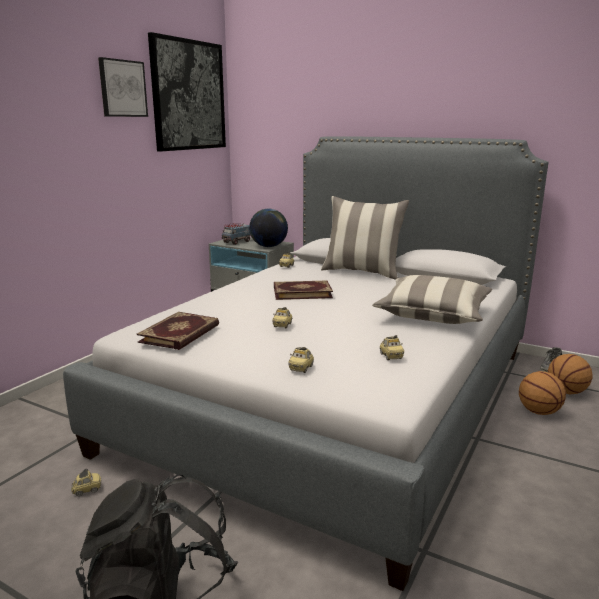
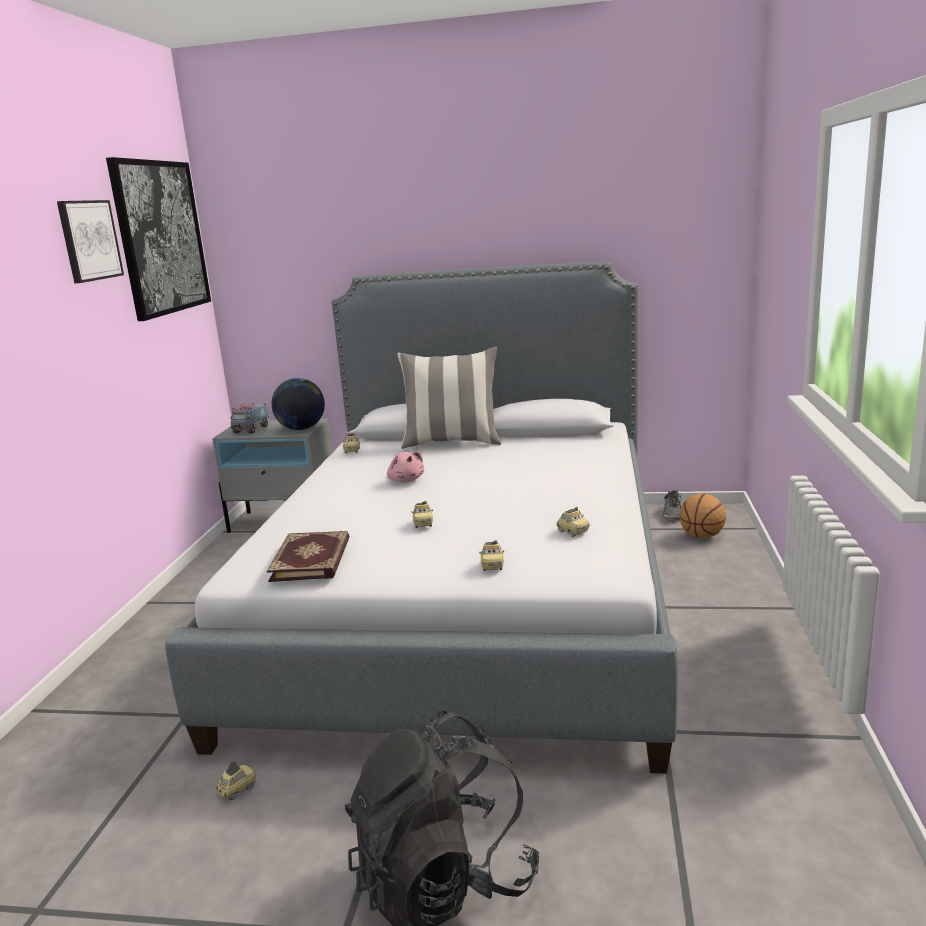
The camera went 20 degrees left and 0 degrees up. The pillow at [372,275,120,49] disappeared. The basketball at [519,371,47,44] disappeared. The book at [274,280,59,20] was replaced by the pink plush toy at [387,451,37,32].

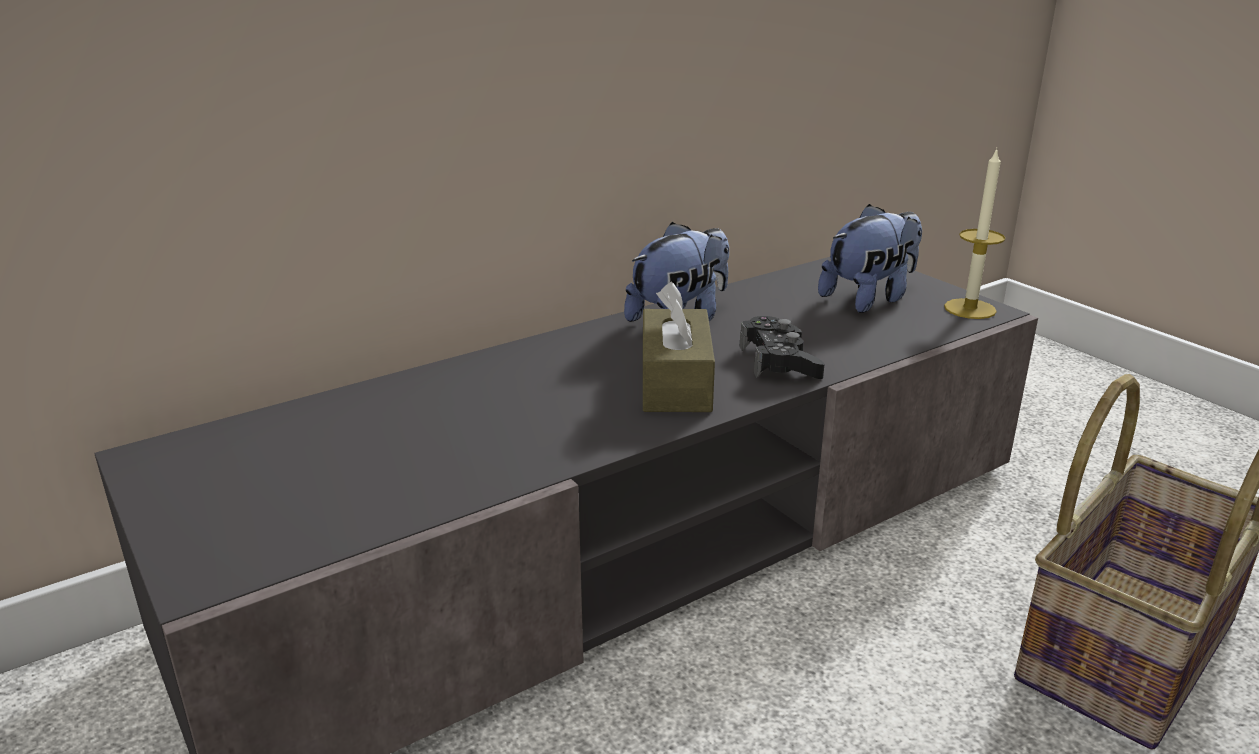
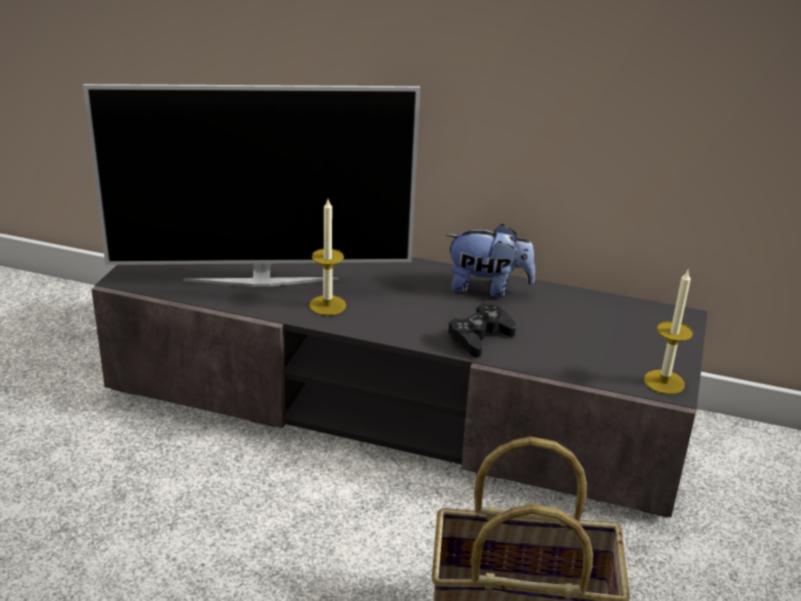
The camera went 50 degrees right and 5 degrees up. The brown tissue box at [643,282,72,130] disappeared. The plush toy at [818,204,104,109] disappeared. The television at [83,84,337,203] appeared. The candle at [309,199,37,117] appeared.

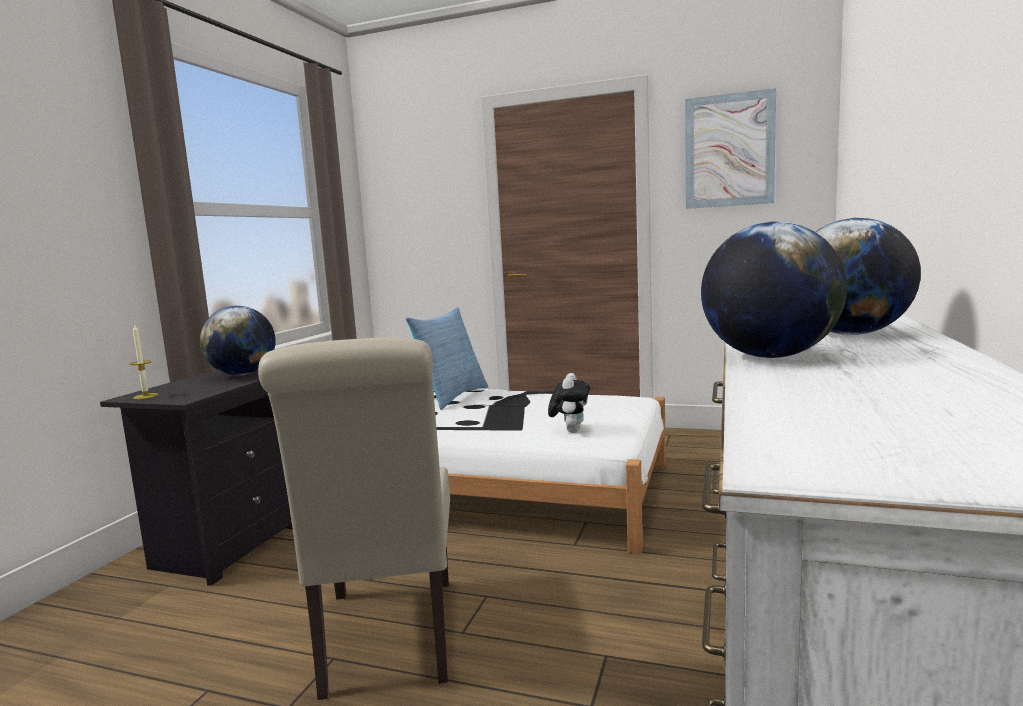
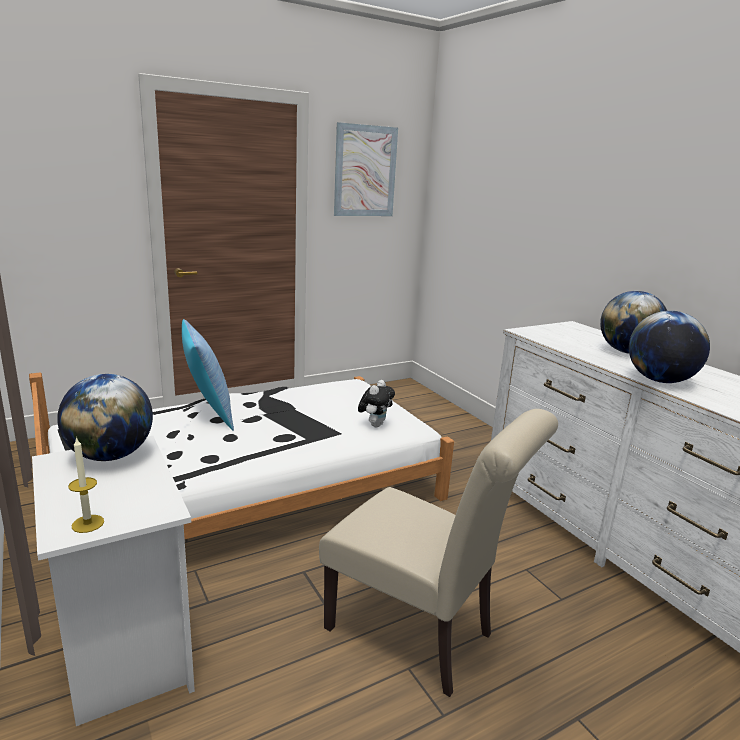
The camera went 50 degrees left and 10 degrees up. The black nightstand at [100,370,193,216] became the white nightstand at [32,436,163,290]. The plush toy at [548,373,42,60] turned 60 degrees clockwise.

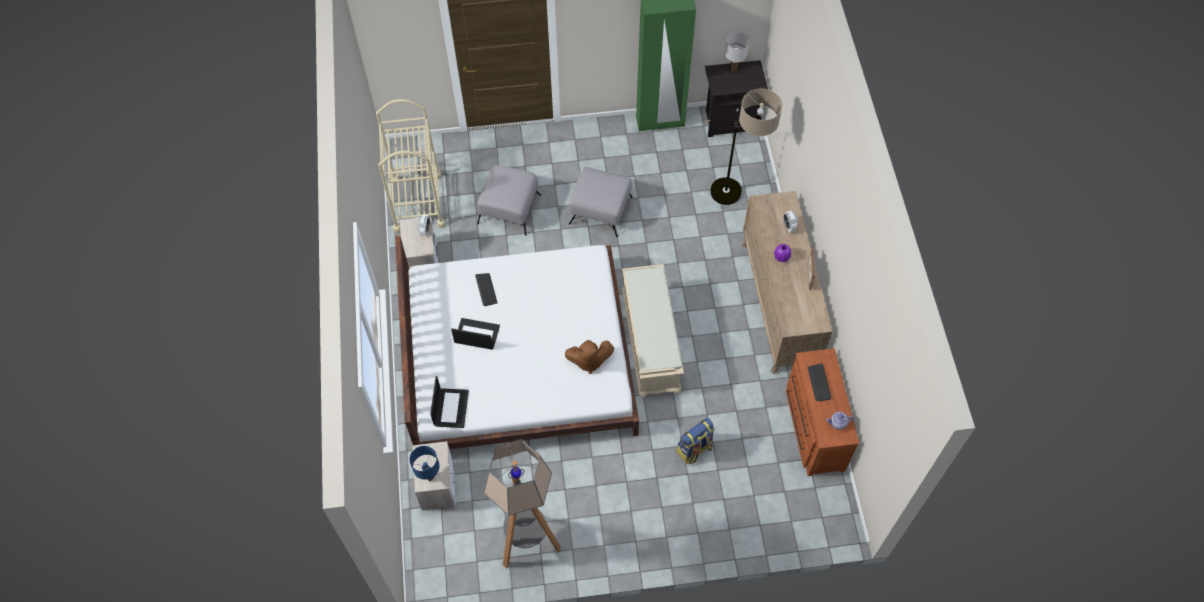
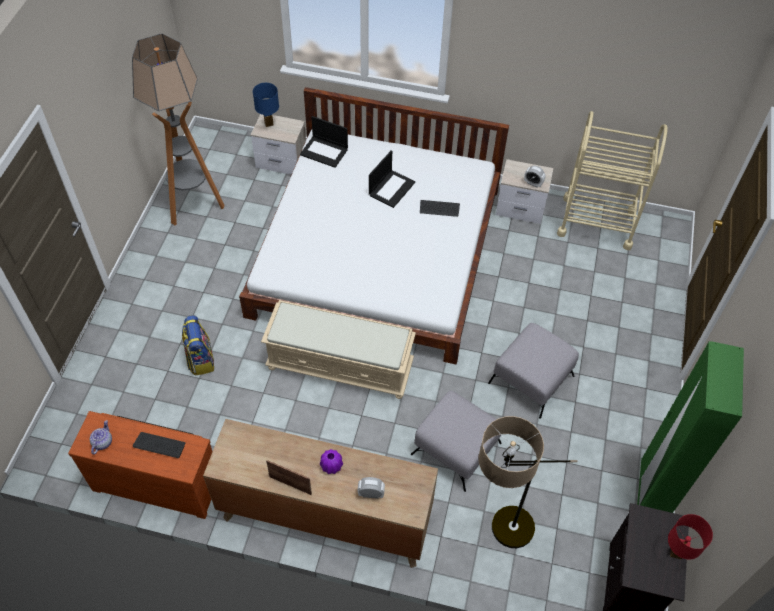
The camera went 110 degrees right and 5 degrees down. The brown plush toy at [565,340,49,34] disappeared. The grey ottoman moved from [477,165,64,71] to [411,391,91,101]. The white table lamp at [725,32,24,39] became the red table lamp at [668,514,45,46].

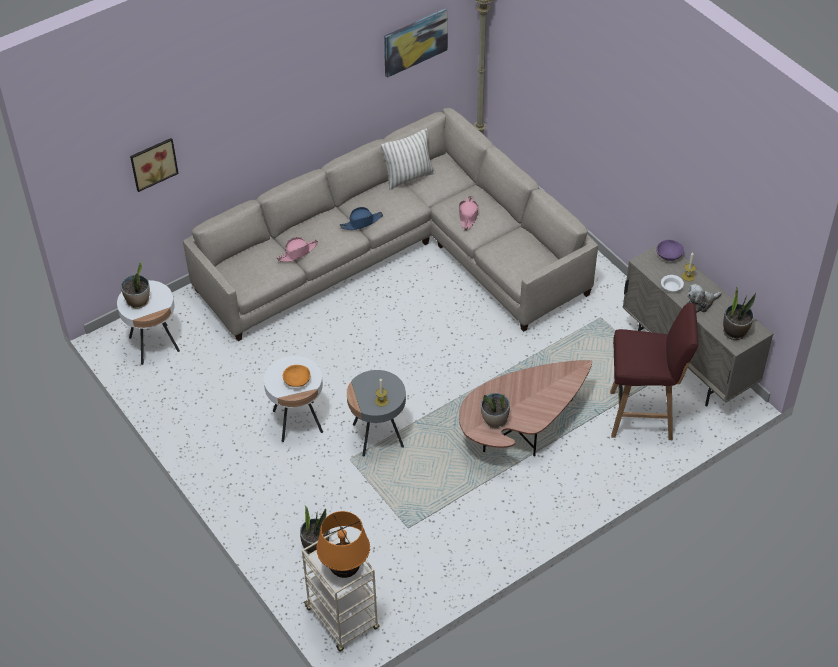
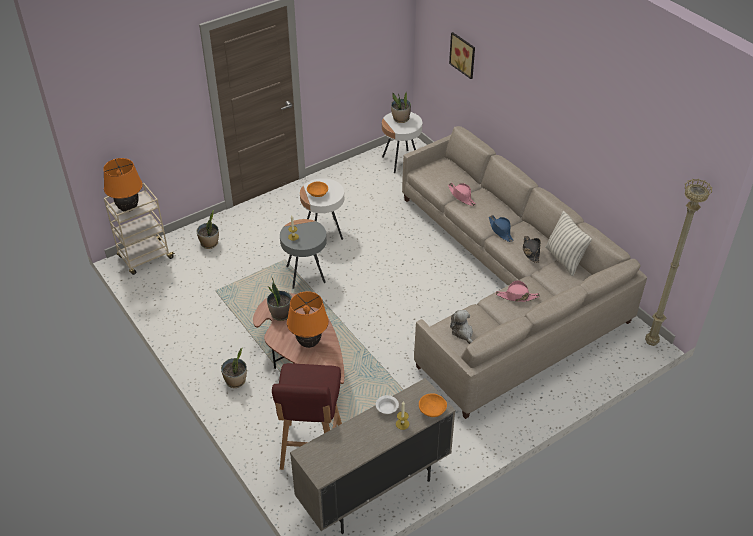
The camera went 90 degrees right and 5 degrees down. The picture at [384,9,64,69] disappeared. The orange table lamp at [287,291,42,57] appeared. The black hat at [523,236,18,27] appeared. The plush toy moved from [687,284,35,29] to [450,310,23,34]. The potted plant moved from [723,286,33,54] to [221,348,26,40]. The purple bowl at [656,240,28,21] became the orange bowl at [419,393,28,24].

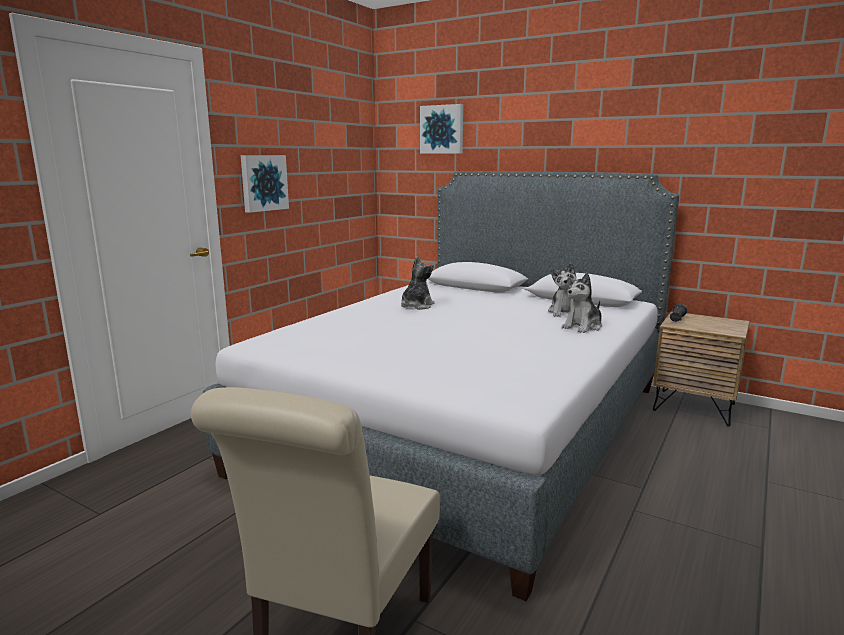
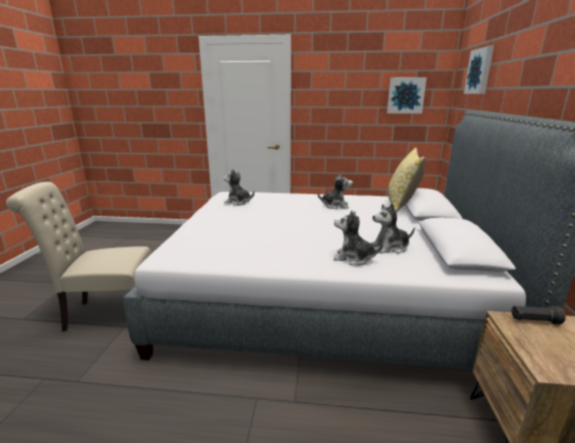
The camera went 65 degrees right and 5 degrees up. The plush toy at [224,169,30,36] appeared. The pillow at [388,147,37,66] appeared. The picture moved from [241,155,48,58] to [387,77,40,37].

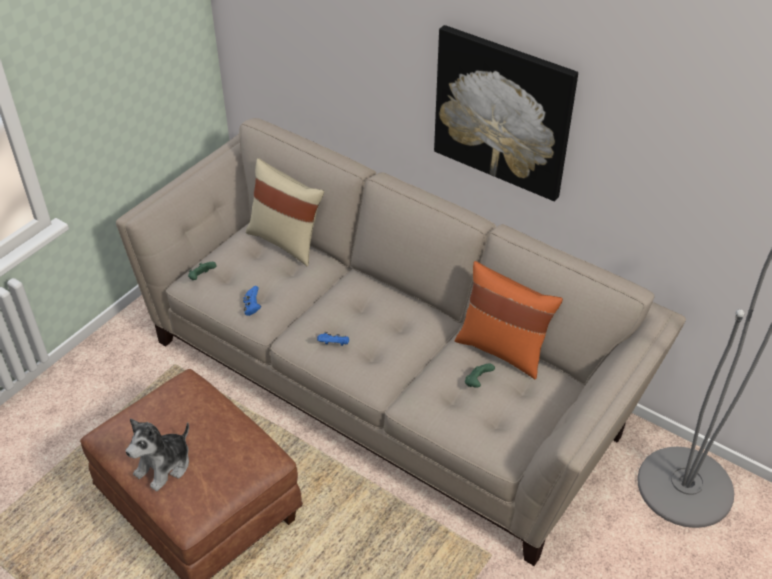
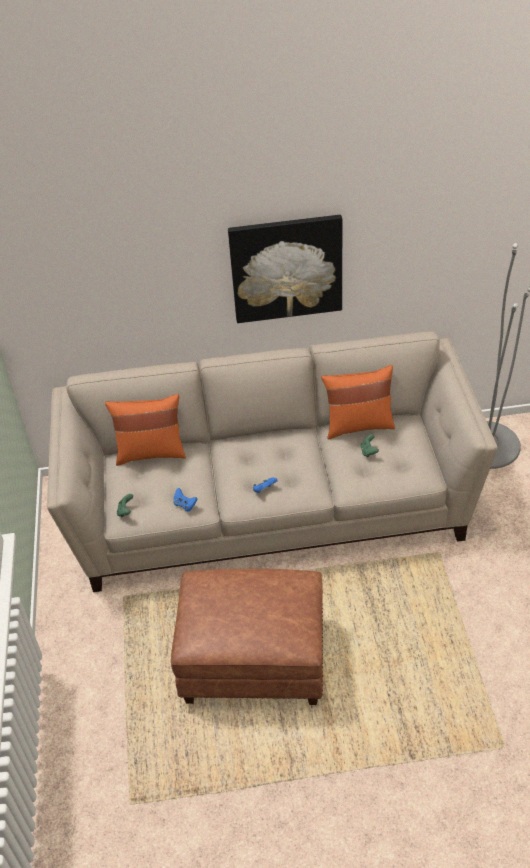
The camera went 40 degrees left and 0 degrees up. The plush toy at [126,419,63,72] disappeared. The beige pillow at [246,158,78,108] became the orange pillow at [105,394,81,72].

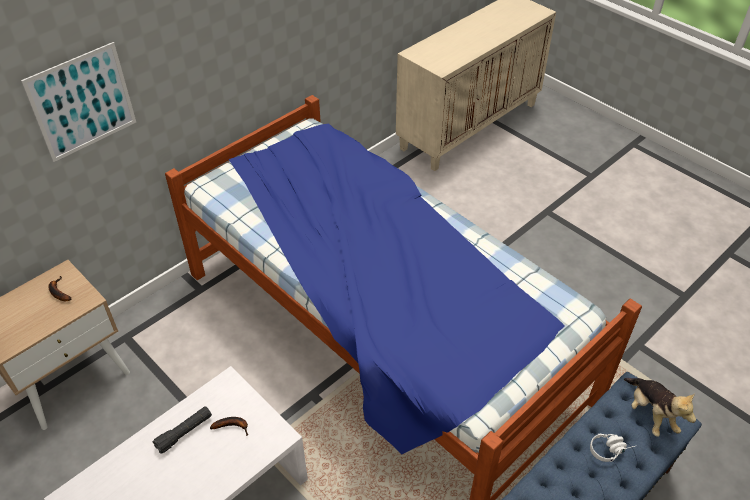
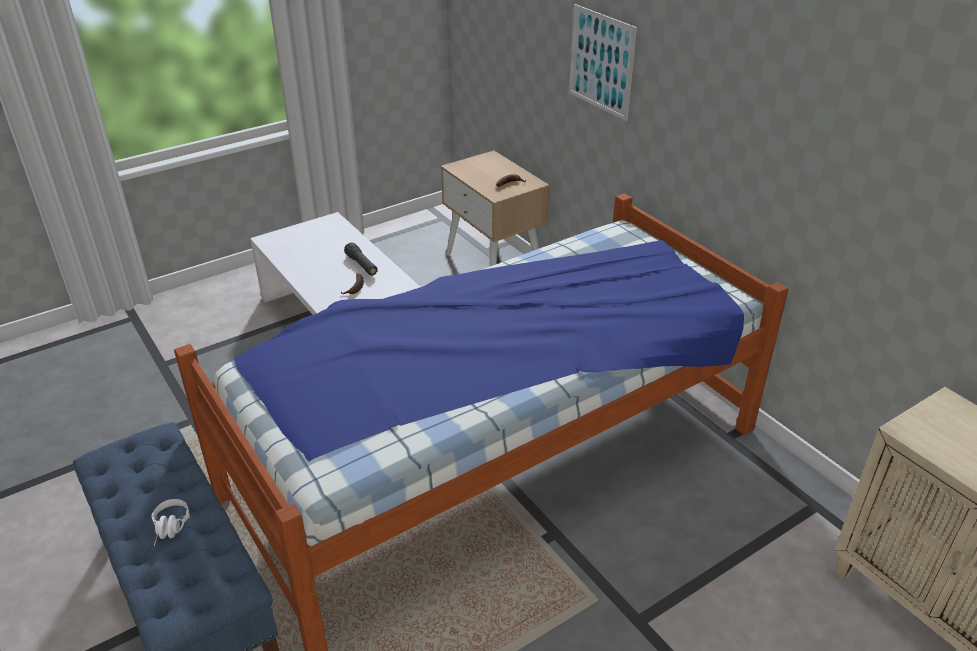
The camera went 100 degrees right and 10 degrees down. The plush toy at [624,378,72,59] disappeared.

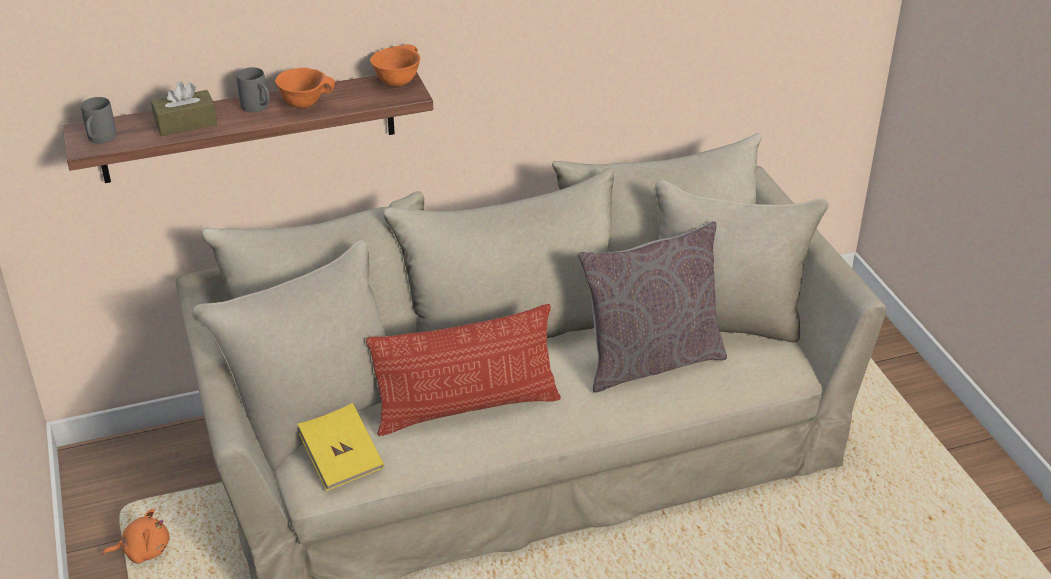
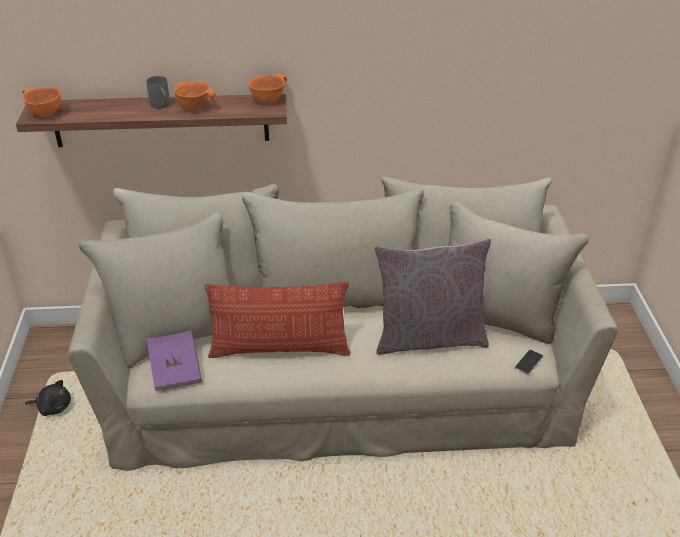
The camera went 15 degrees right and 0 degrees up. The brown tissue box at [151,81,66,55] disappeared. The phone at [515,350,29,25] appeared. The grey mug at [81,97,36,47] was replaced by the orange bowl at [22,87,39,30]. The orange plush toy at [102,509,67,55] became the black plush toy at [25,380,46,36]. The yellow book at [298,403,86,88] became the purple book at [147,330,55,61].

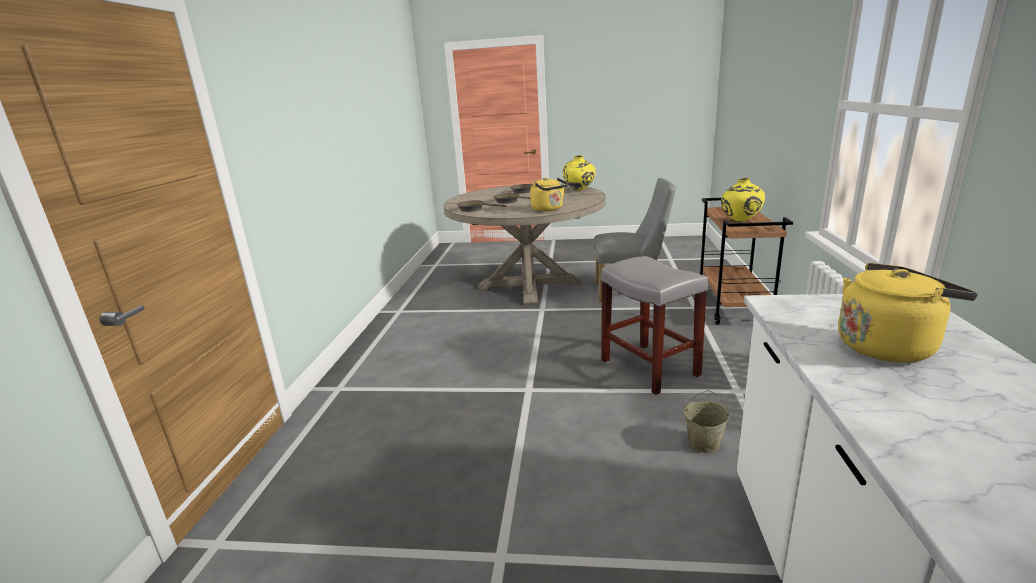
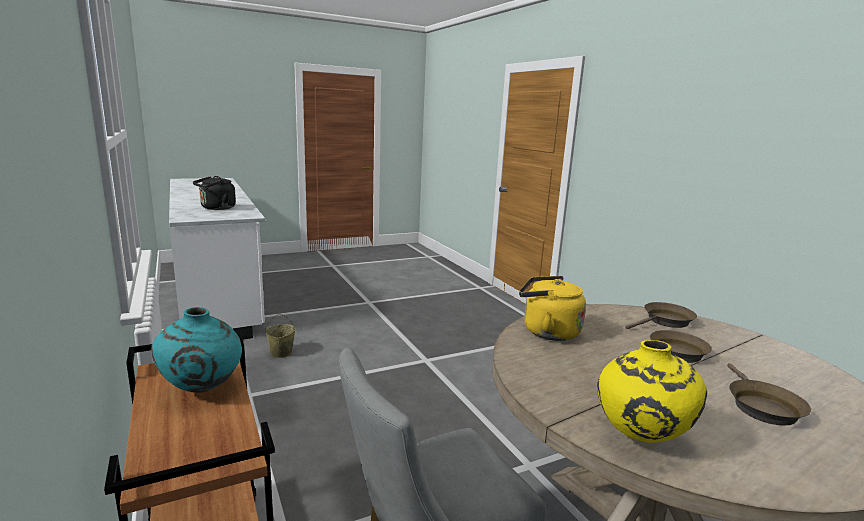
The camera went 145 degrees right and 5 degrees down. The grey stool at [601,256,107,139] disappeared. The yellow vase at [721,178,44,44] became the turquoise vase at [151,307,91,86]. The yellow kettle at [838,263,140,100] became the black kettle at [193,176,43,34].

